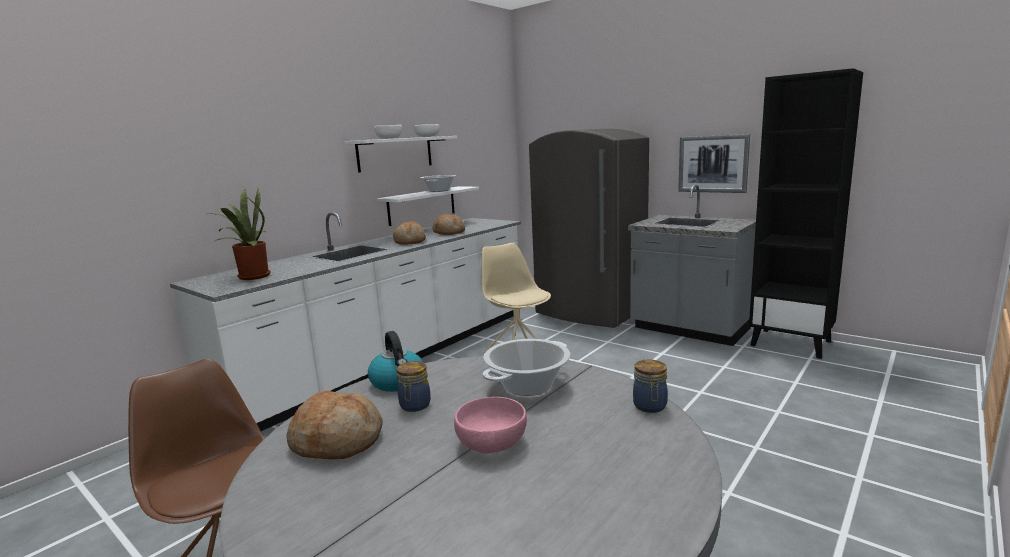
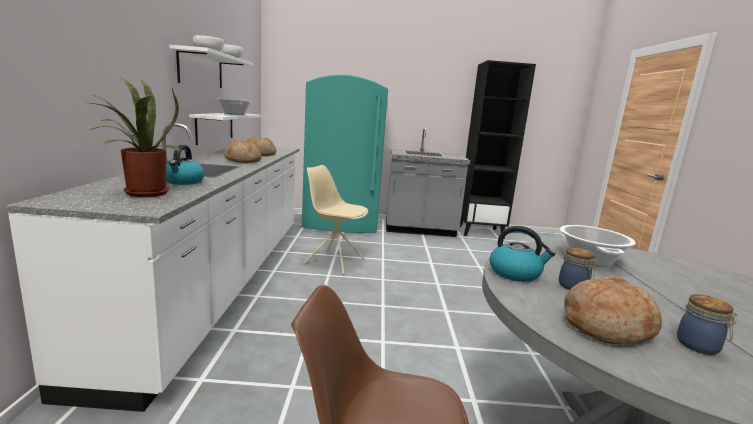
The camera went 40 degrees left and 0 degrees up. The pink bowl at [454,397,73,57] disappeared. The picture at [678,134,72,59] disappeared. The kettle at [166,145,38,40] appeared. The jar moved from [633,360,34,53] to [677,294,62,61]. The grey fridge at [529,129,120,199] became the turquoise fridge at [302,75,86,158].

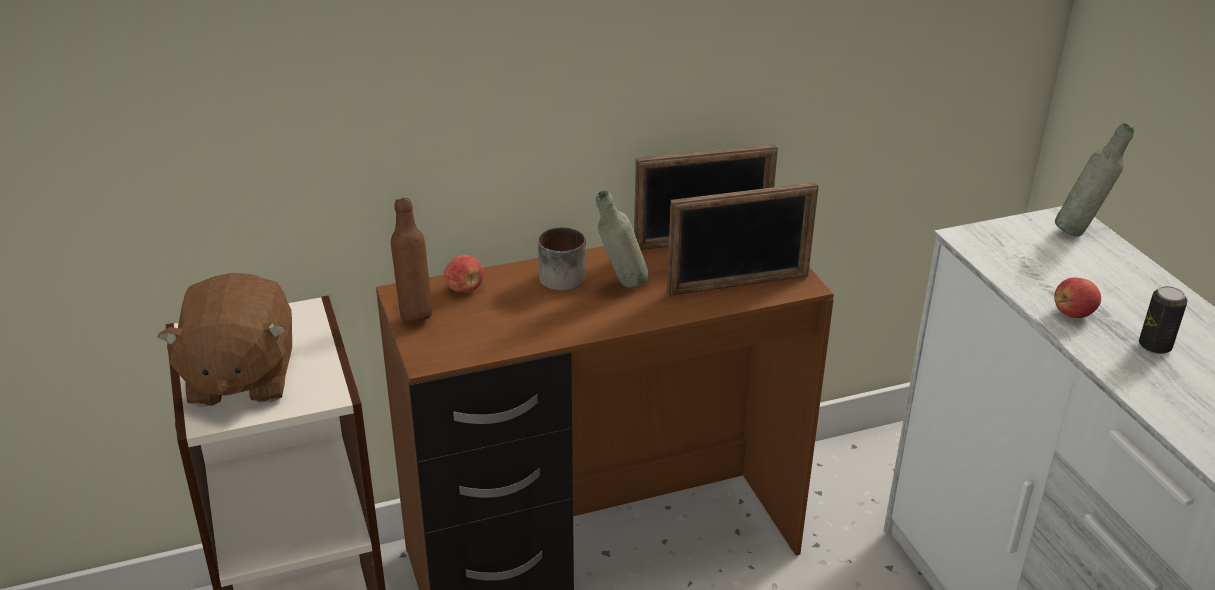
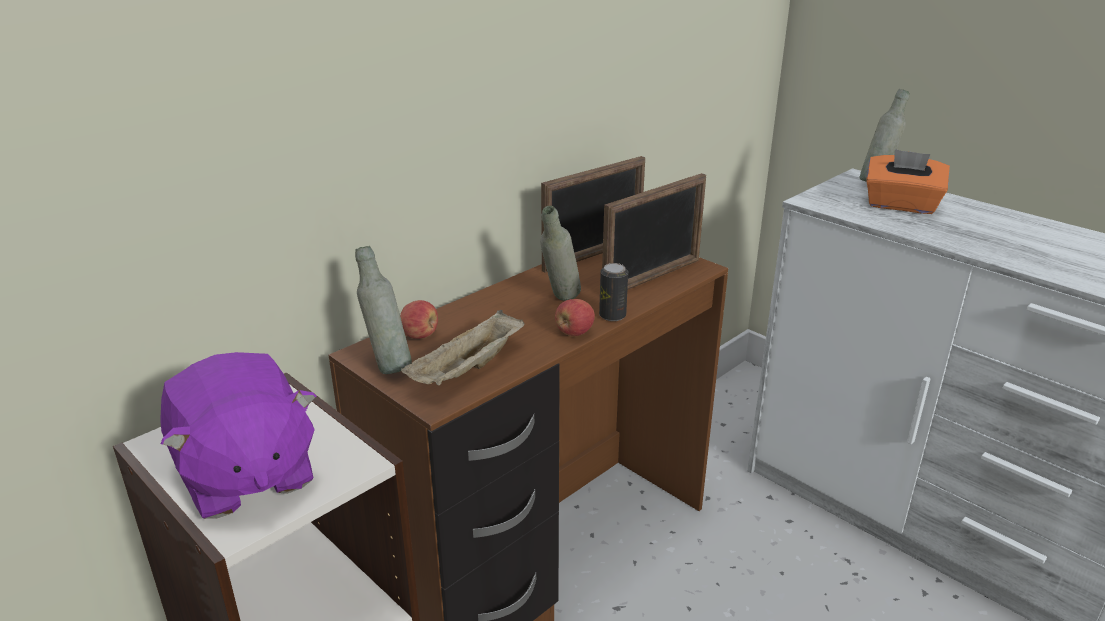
The camera went 25 degrees left and 5 degrees down. The mug at [538,227,48,63] disappeared. The beige tray at [401,310,123,75] appeared. The orange tissue box at [866,149,84,65] appeared. The apple moved from [1054,277,47,41] to [555,299,40,37]. The can moved from [1139,286,49,68] to [599,263,29,58]. The brown plush toy at [158,273,134,134] became the purple plush toy at [160,352,156,167]. The brown bottle at [391,198,41,123] became the grey bottle at [355,246,57,128].

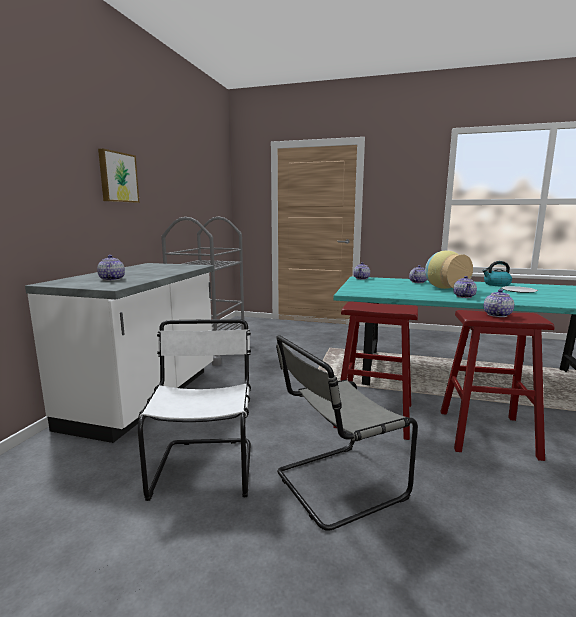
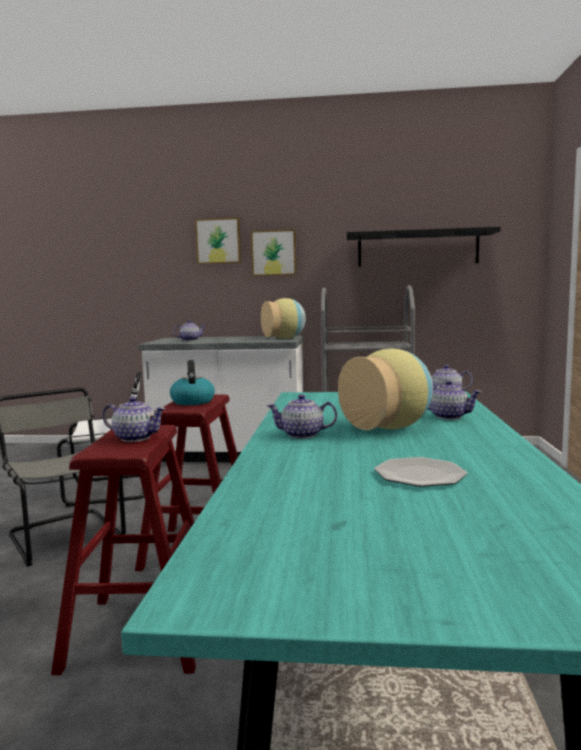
The camera went 80 degrees right and 5 degrees down. The picture at [195,217,46,47] appeared. The vase at [261,298,45,41] appeared. The black shelf at [347,227,154,40] appeared. The kettle moved from [482,261,30,25] to [170,360,45,45].

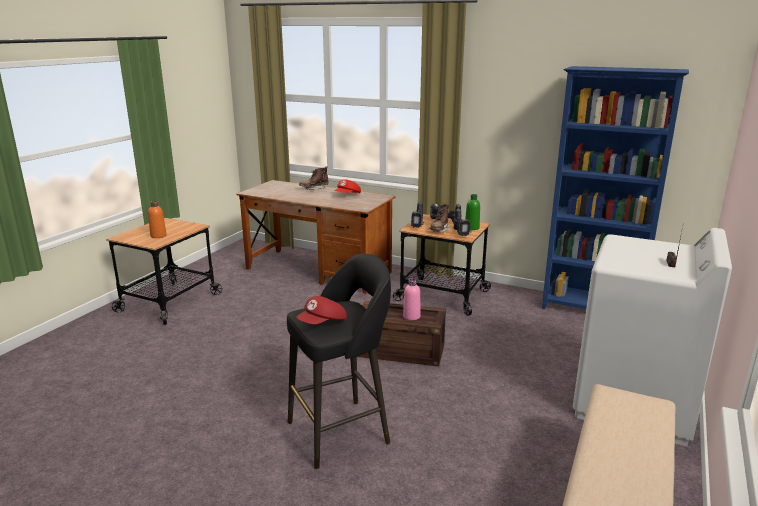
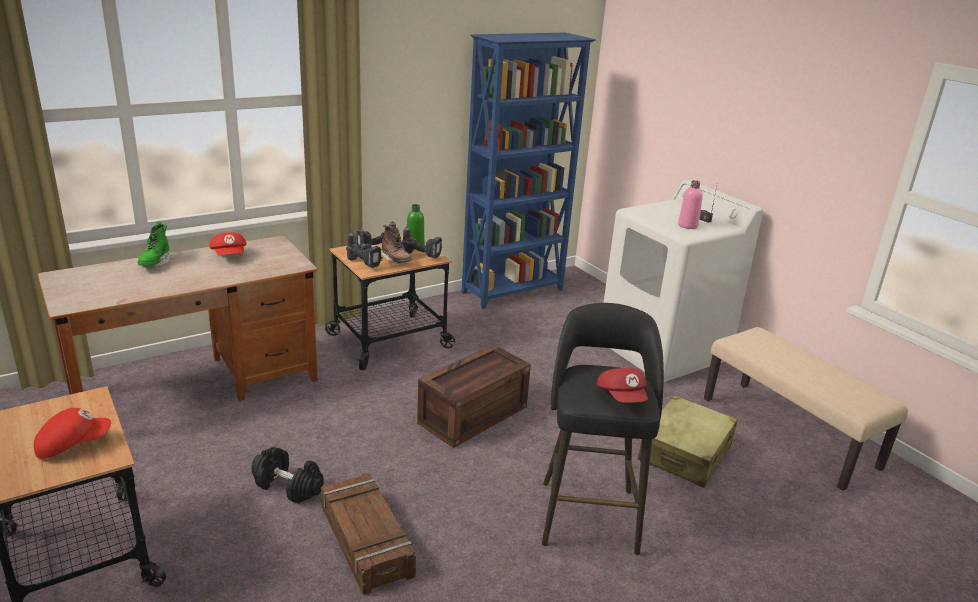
The camera went 60 degrees left and 5 degrees up. The black dumbbell at [251,447,73,56] appeared. The crate at [321,473,95,121] appeared. The beige suitcase at [638,395,100,93] appeared. The pink bottle moved from [403,279,18,41] to [678,180,25,49]. The orange bottle at [148,201,19,37] was replaced by the red cap at [34,408,77,51]. The brown boot at [299,166,30,24] became the green boot at [137,221,33,46].

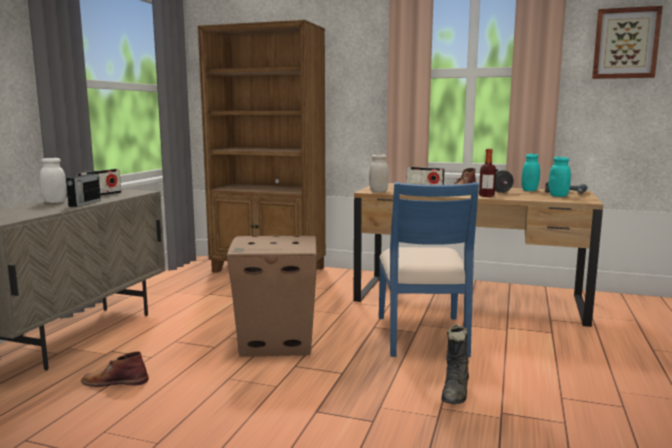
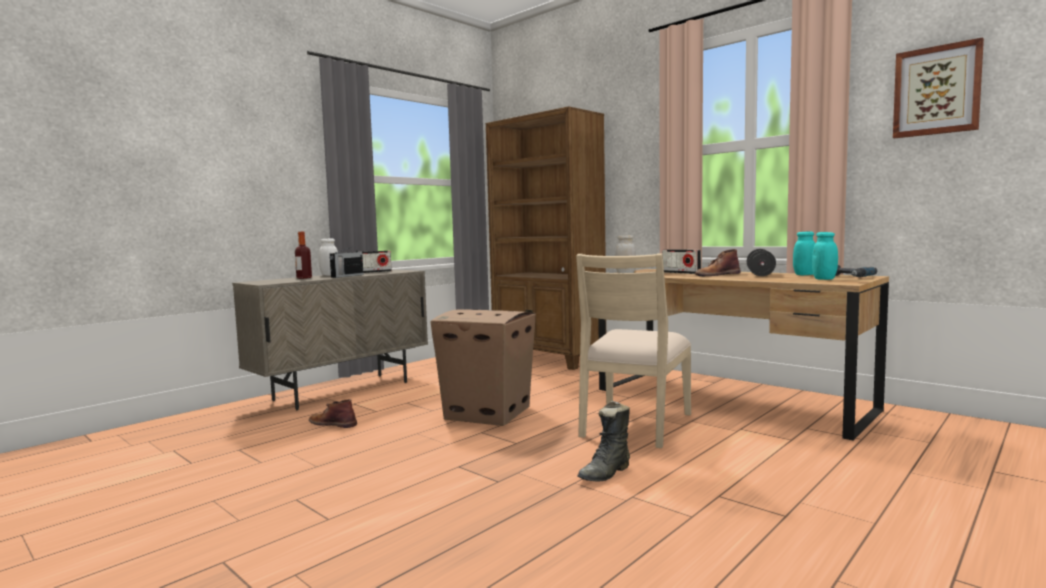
The camera went 25 degrees right and 5 degrees down. The bottle moved from [479,149,17,48] to [295,232,17,47]. The blue chair at [379,182,100,175] became the beige chair at [576,253,115,195].

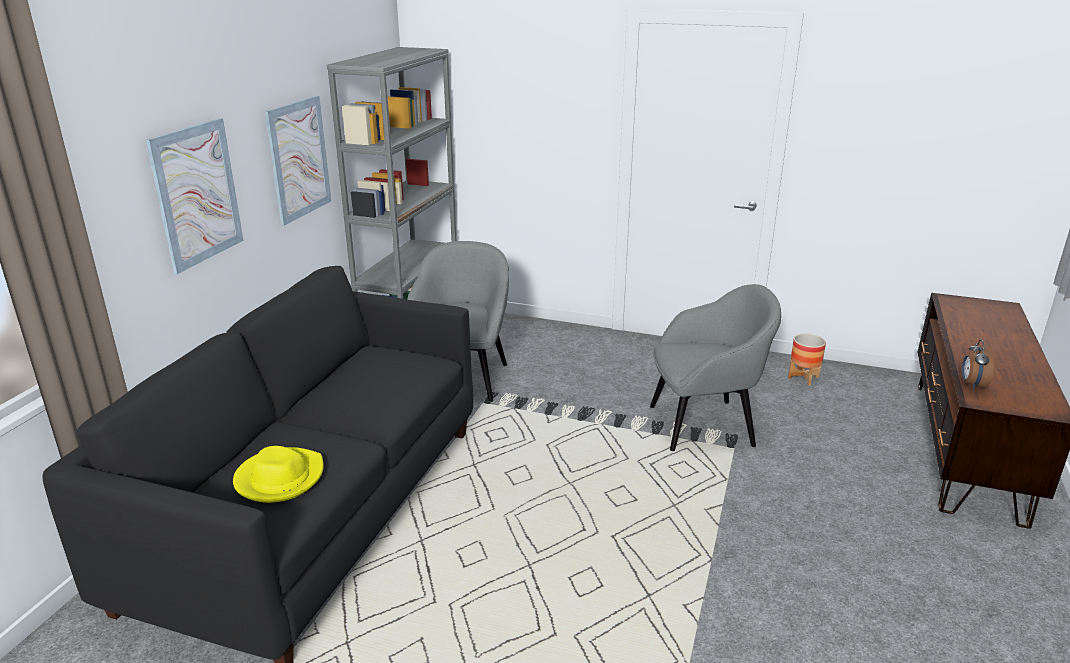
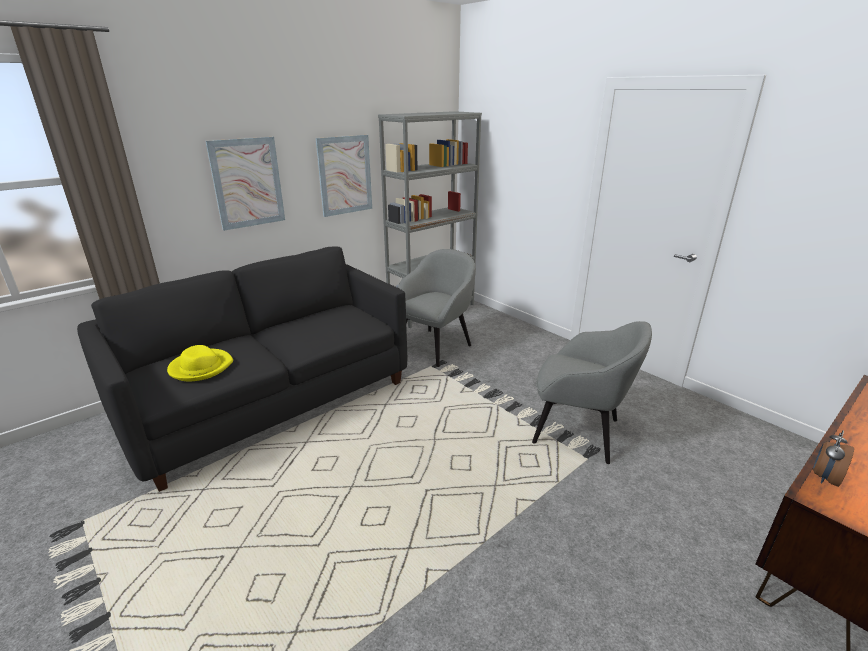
The camera went 30 degrees right and 0 degrees up. The planter at [788,333,38,53] disappeared.

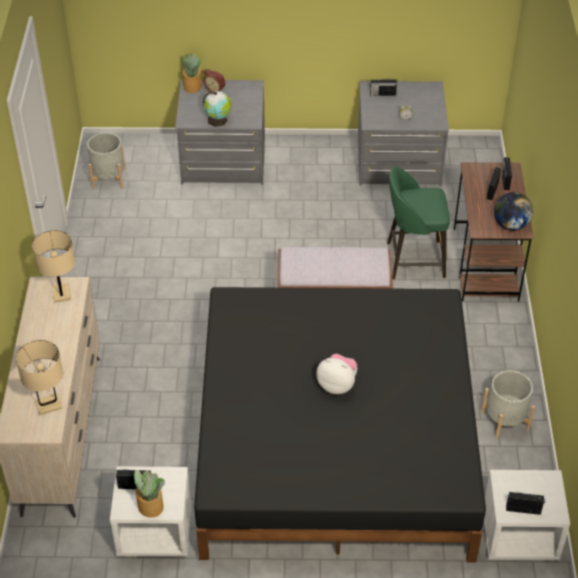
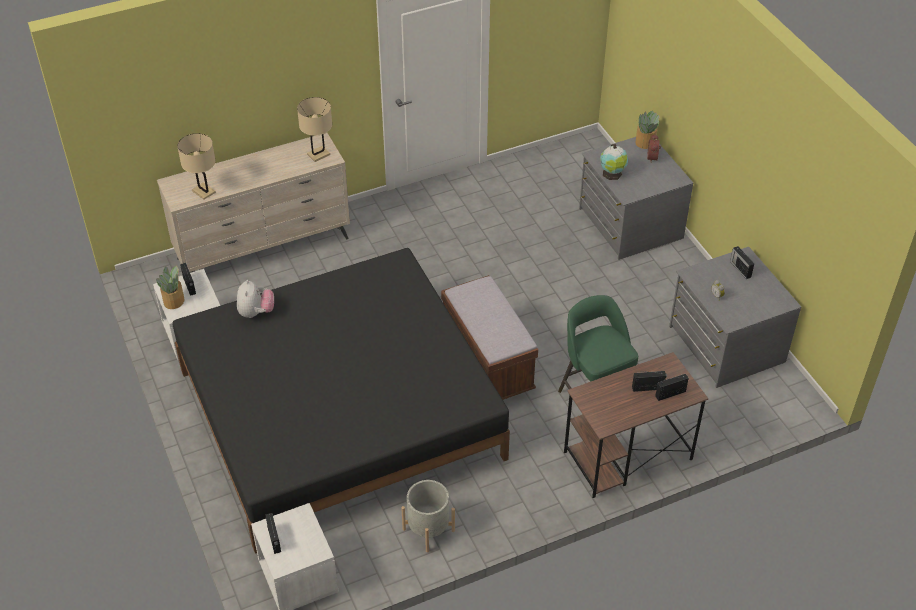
The camera went 65 degrees right and 0 degrees up. The grey planter at [87,132,39,57] disappeared. The globe at [494,192,39,39] disappeared. The plush toy moved from [317,354,40,40] to [237,280,37,38].

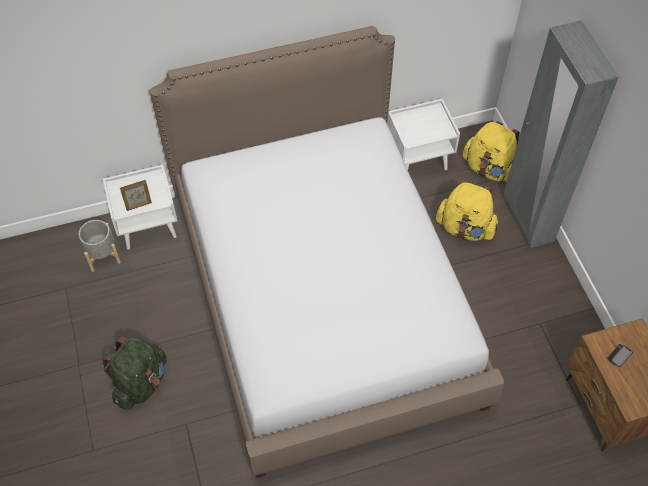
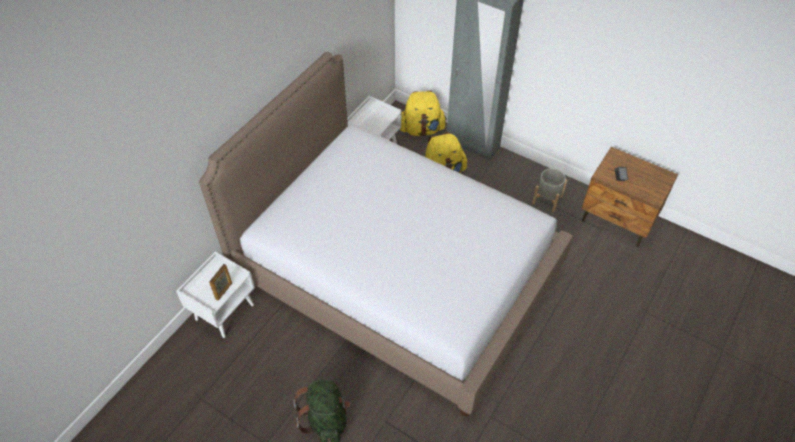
The camera went 40 degrees left and 5 degrees down. The grey planter moved from [78,220,43,52] to [532,168,35,44].

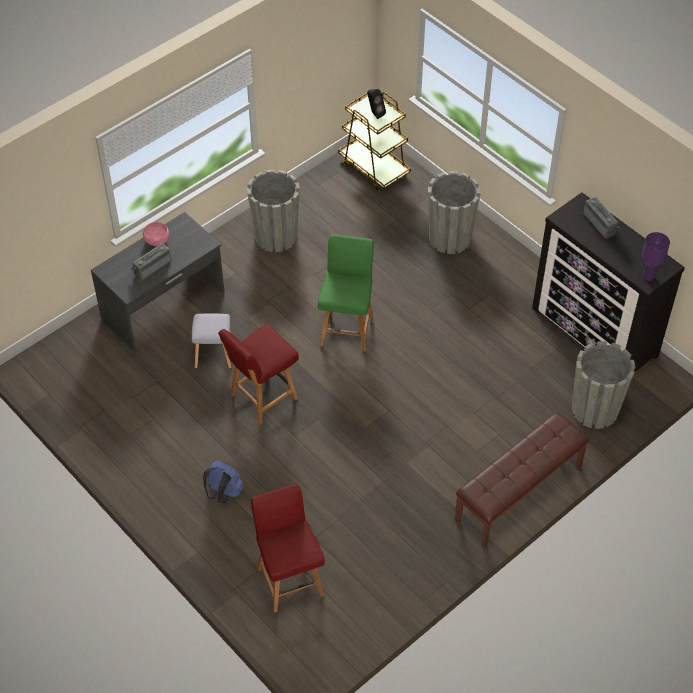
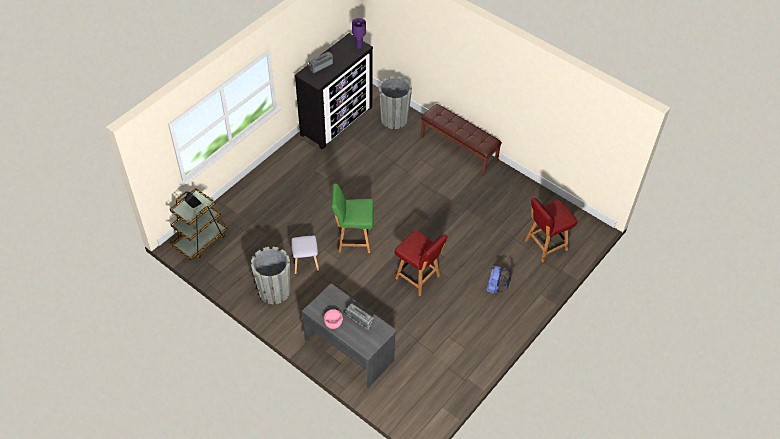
The camera went 100 degrees left and 0 degrees up. The grey planter at [428,171,53,83] disappeared. The grey stool moved from [192,313,39,56] to [291,236,28,38].

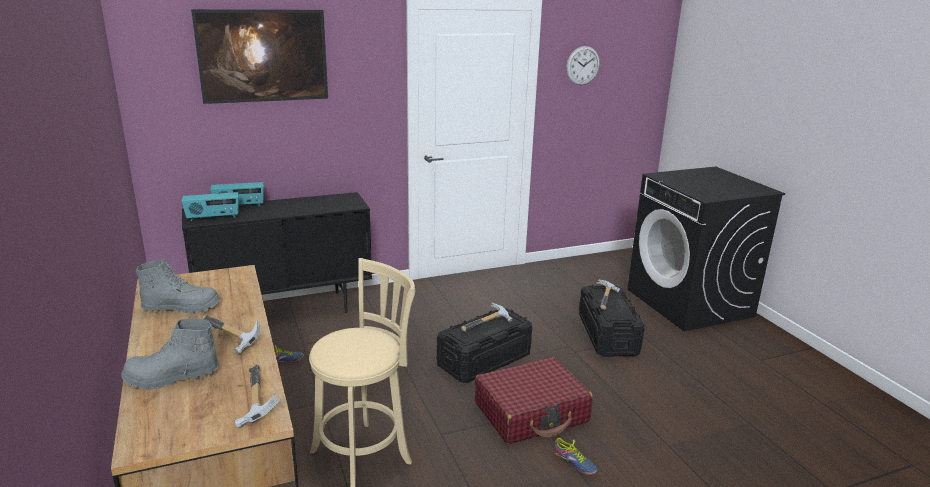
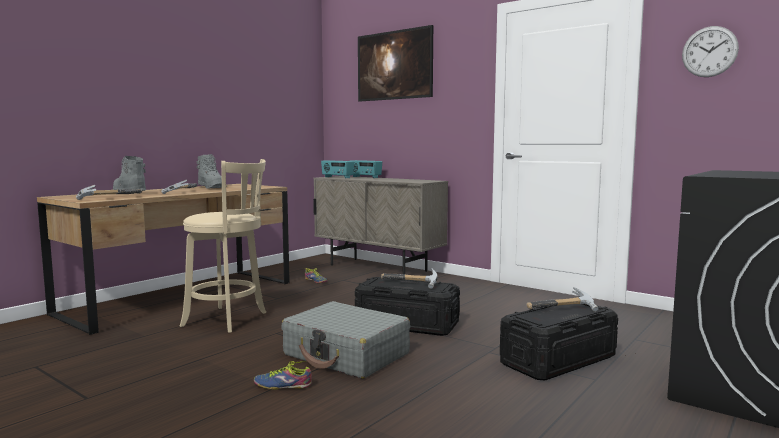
The camera went 60 degrees right and 15 degrees down. The black cabinet at [182,192,190,121] became the beige cabinet at [313,176,135,98]. The red suitcase at [475,357,118,87] became the grey suitcase at [281,301,129,78]. The shoe at [554,438,43,37] turned 75 degrees clockwise.

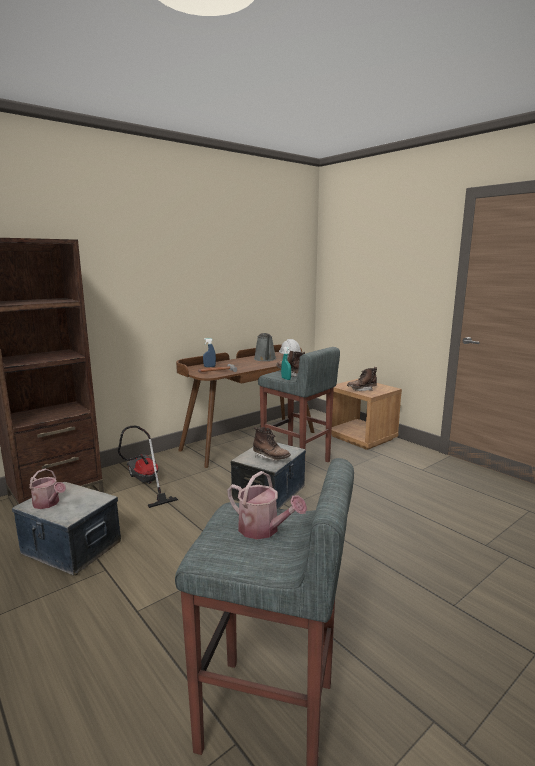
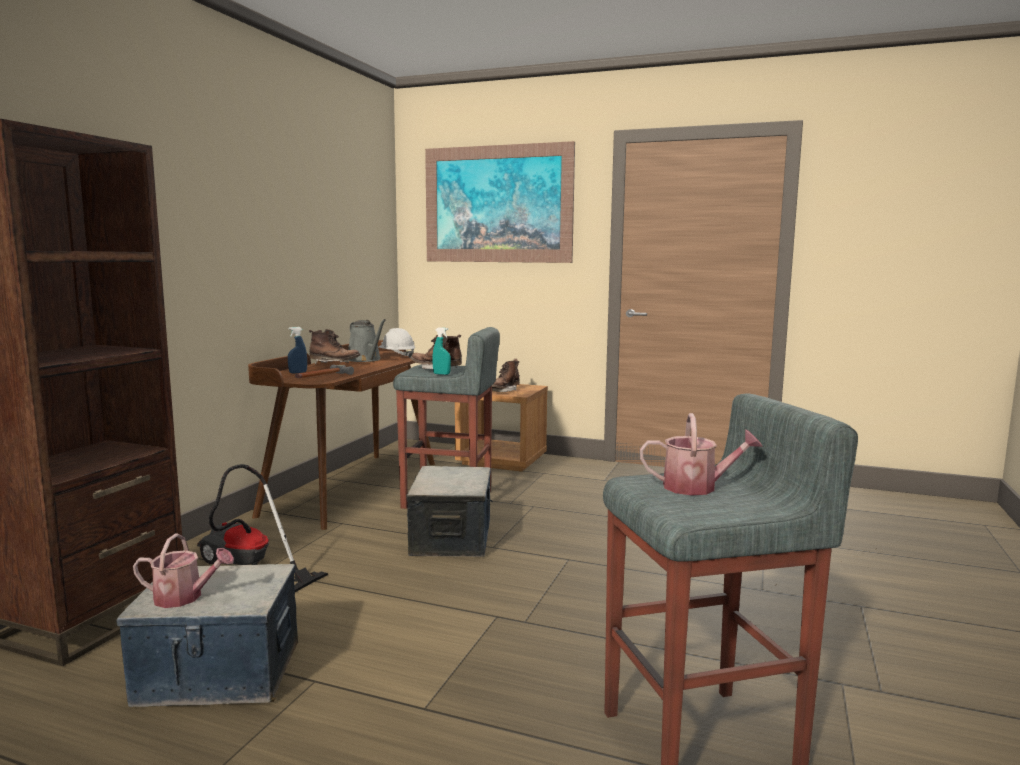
The camera went 30 degrees left and 5 degrees down. The picture at [425,141,150,122] appeared. The brown boot moved from [253,427,38,34] to [309,329,52,36].

